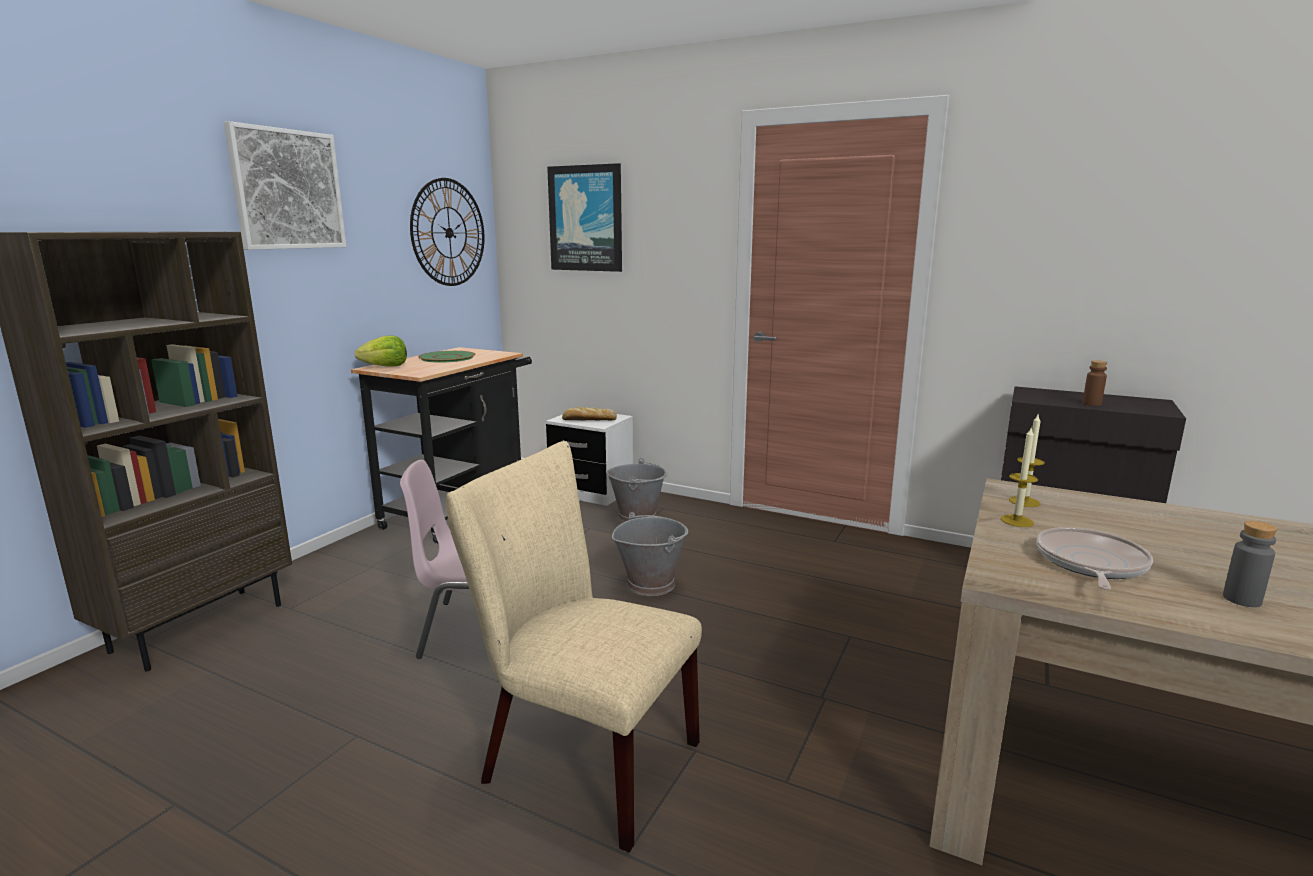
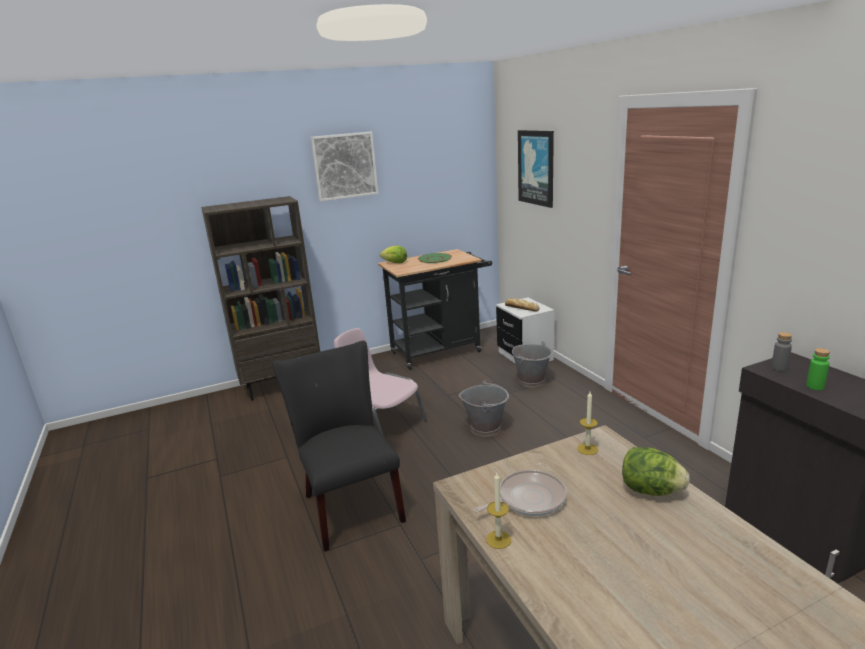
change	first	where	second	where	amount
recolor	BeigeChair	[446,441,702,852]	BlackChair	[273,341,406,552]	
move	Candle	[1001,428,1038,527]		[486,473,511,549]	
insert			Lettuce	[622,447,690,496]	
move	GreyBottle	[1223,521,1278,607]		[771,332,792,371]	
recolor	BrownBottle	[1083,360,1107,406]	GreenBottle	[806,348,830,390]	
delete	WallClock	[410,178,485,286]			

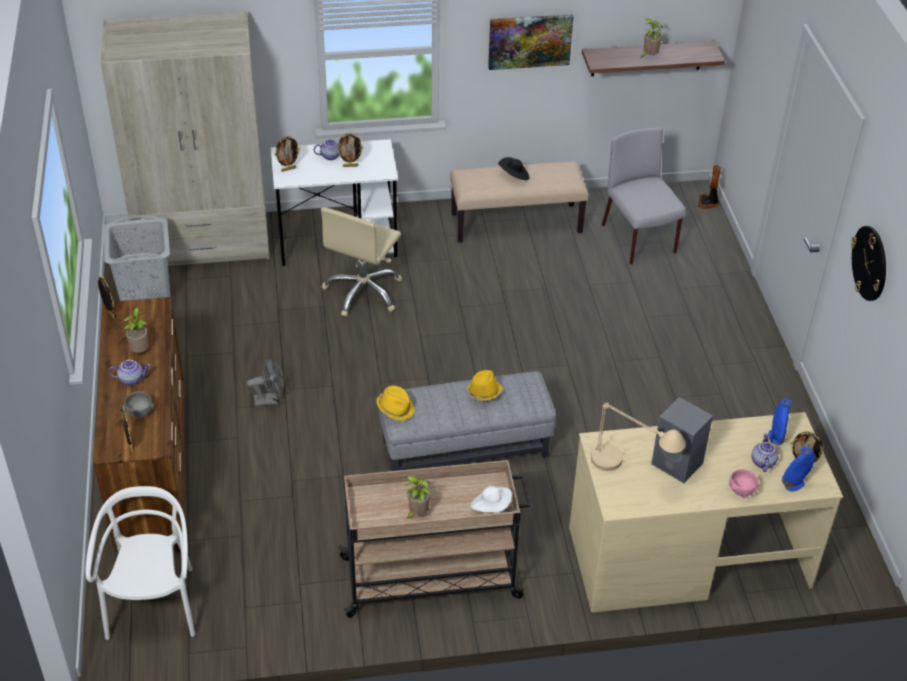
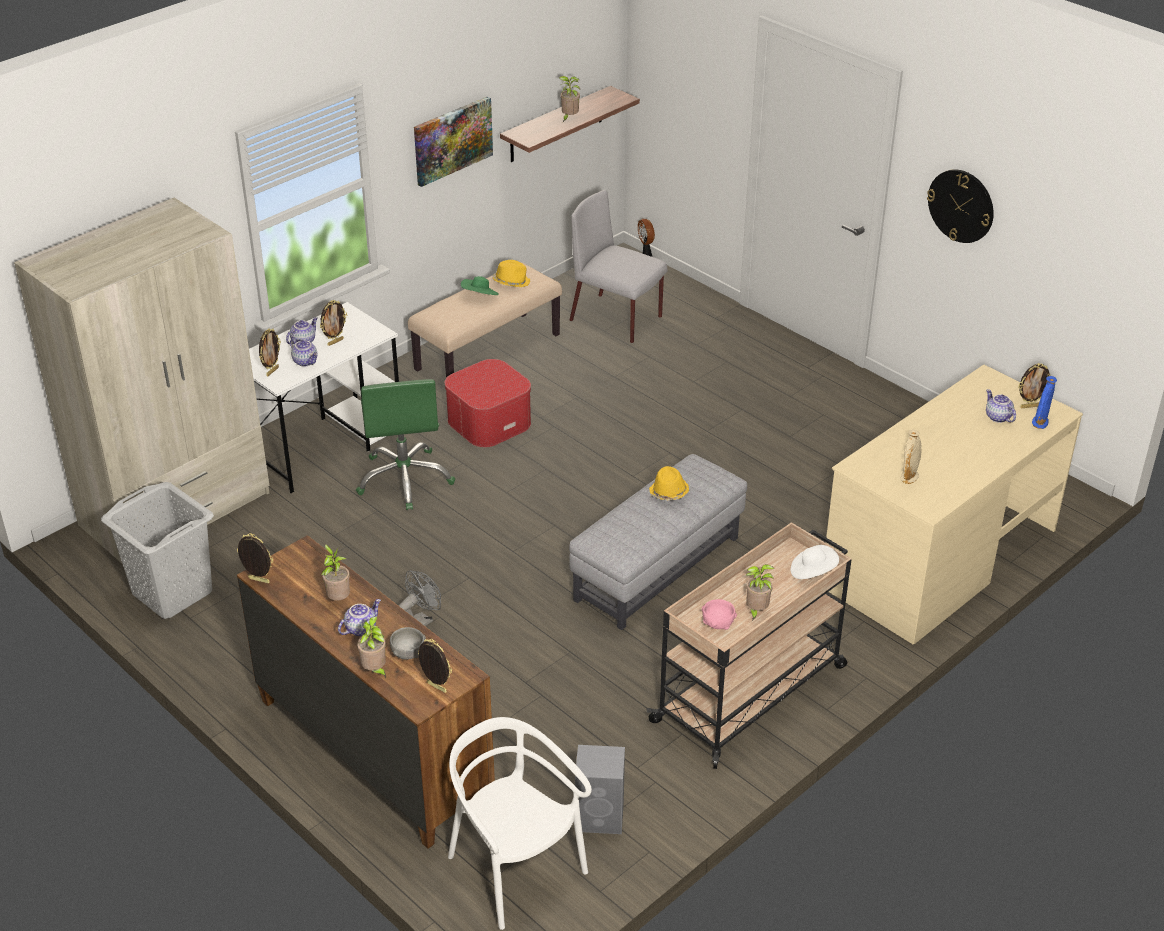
change	first	where	second	where	amount
insert			Teapot	[290,338,318,367]	
recolor	BeigeOfficeChair	[321,207,402,317]	GreenOfficeChair	[356,379,455,510]	
insert			PottedPlant	[357,617,386,679]	
insert			Ottoman	[445,359,531,447]	
recolor	BlackHat	[498,157,529,180]	GreenHat	[461,276,499,295]	
move	YellowHat	[376,386,415,421]		[493,260,530,287]	
move	GreySpeaker	[651,397,713,483]		[575,745,625,834]	
move	PinkBowl	[729,469,759,498]		[702,599,737,630]	
replace	BeigeTableLamp	[590,402,686,471]	BeigeVase	[901,430,921,484]	
delete	BlueVase	[768,399,792,445]			

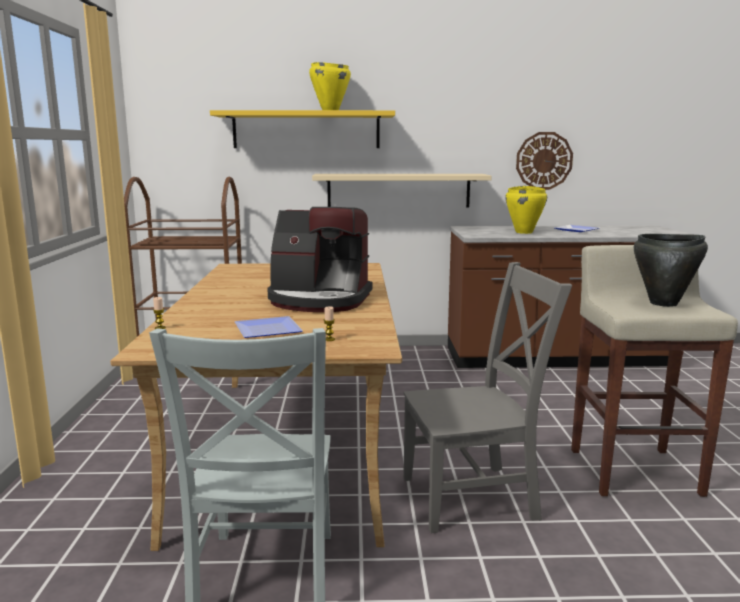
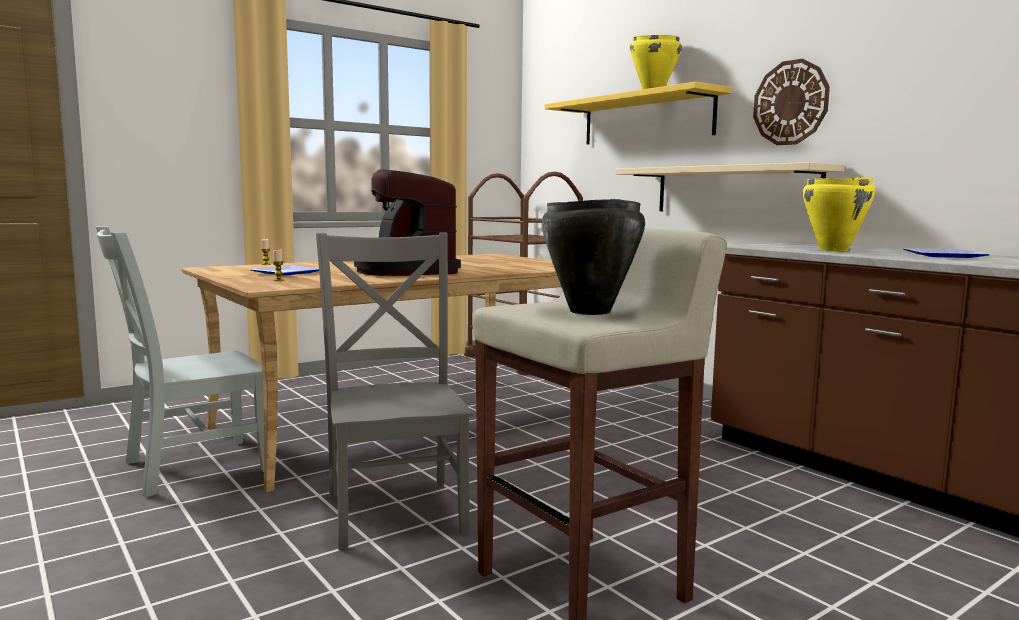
change	first	where	second	where	amount
rotate	GreyChair	[403,262,572,533]		[316,232,473,550]	150 degrees counterclockwise
move	WallClock	[516,132,573,190]		[753,59,830,145]	

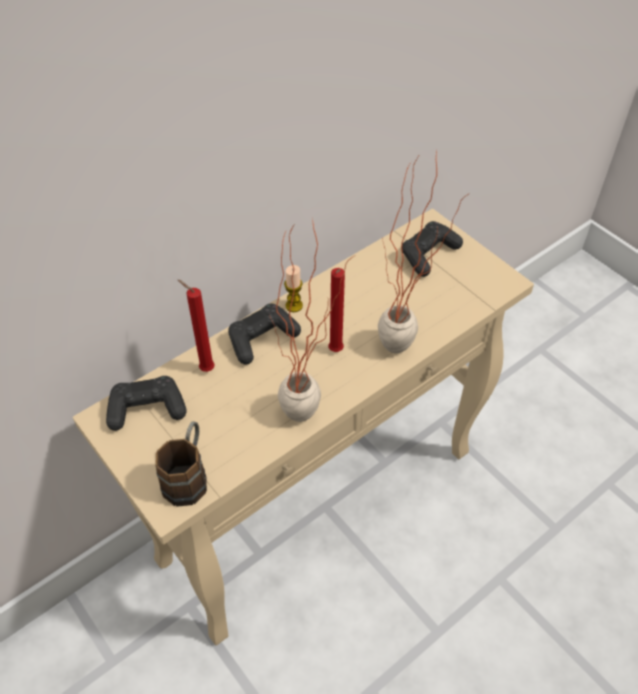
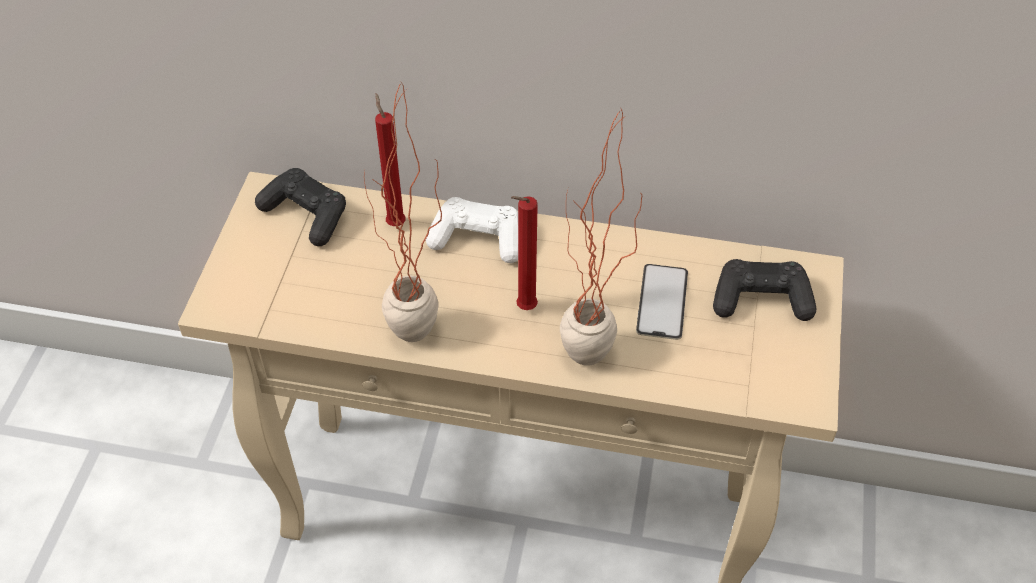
change	first	where	second	where	amount
recolor	BlackGameController	[228,304,301,364]	WhiteGameController	[426,197,518,263]	
insert			Phone	[636,264,688,340]	
delete	BrownMug	[156,421,207,507]			
delete	Candle	[284,265,303,312]			

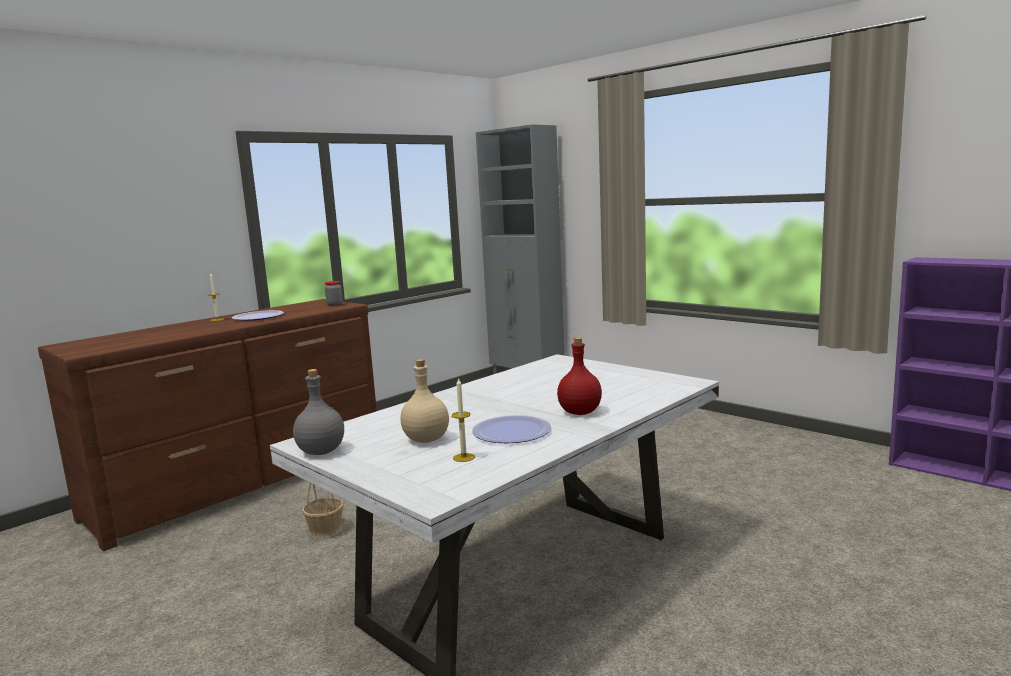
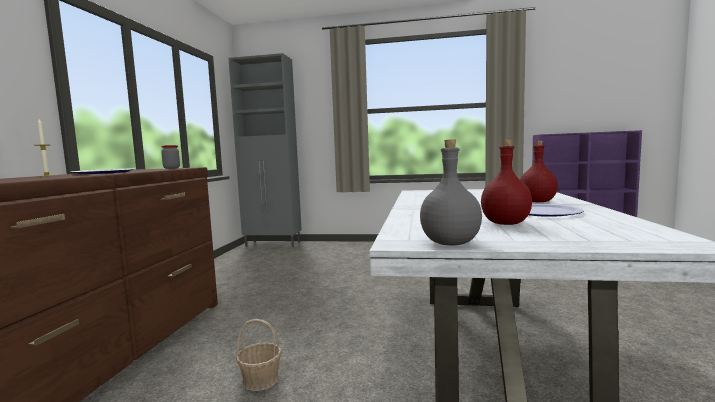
change	first	where	second	where	amount
recolor	BeigeBottle	[400,359,449,443]	RedBottle	[481,139,532,225]	
delete	Candle	[451,377,475,462]			

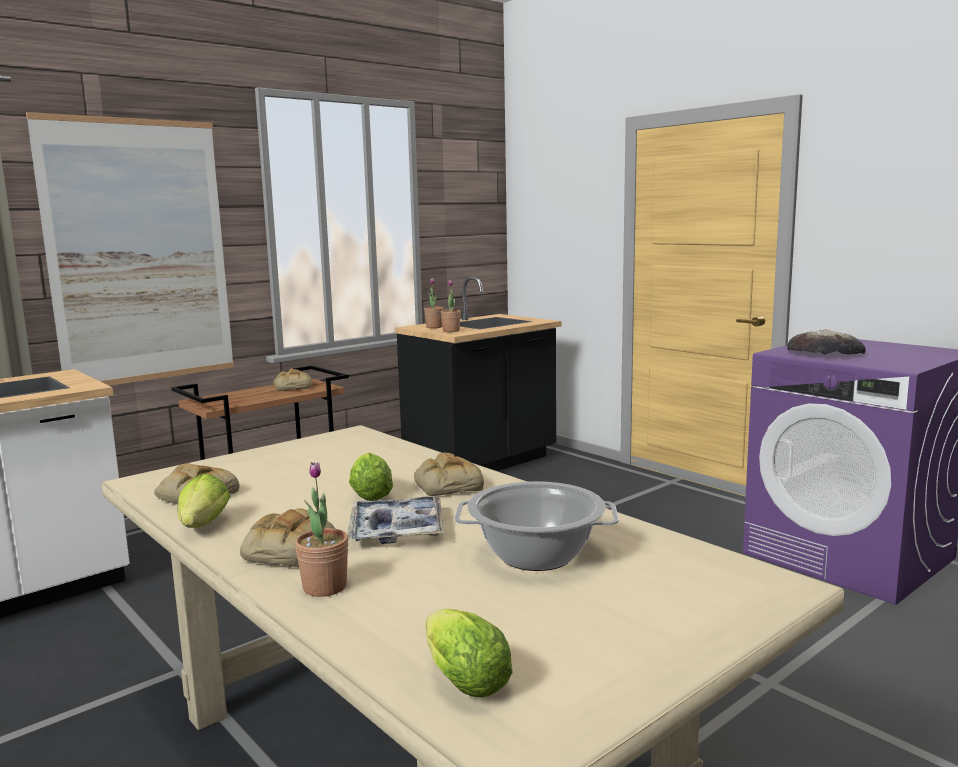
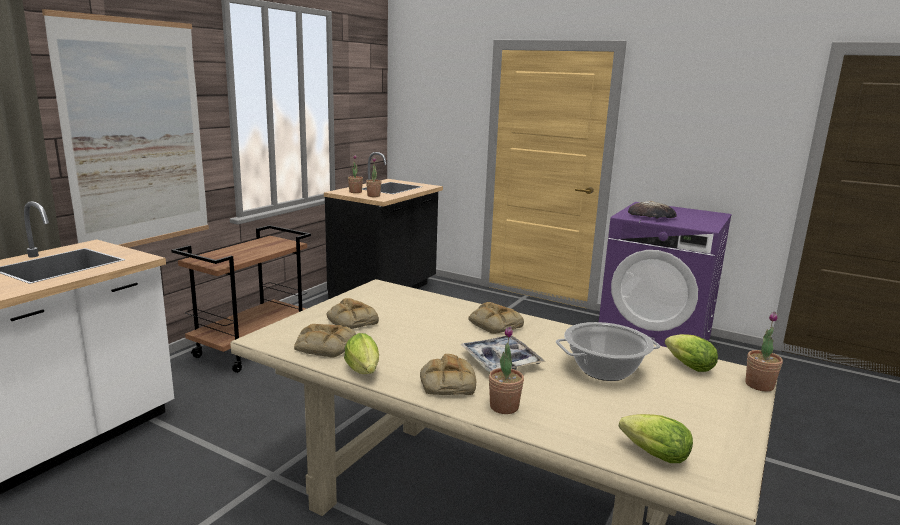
change	first	where	second	where	amount
move	Bread	[273,368,312,391]		[327,298,379,329]	
move	Lettuce	[349,453,393,501]		[665,334,718,372]	
insert			PottedPlant	[745,312,783,391]	

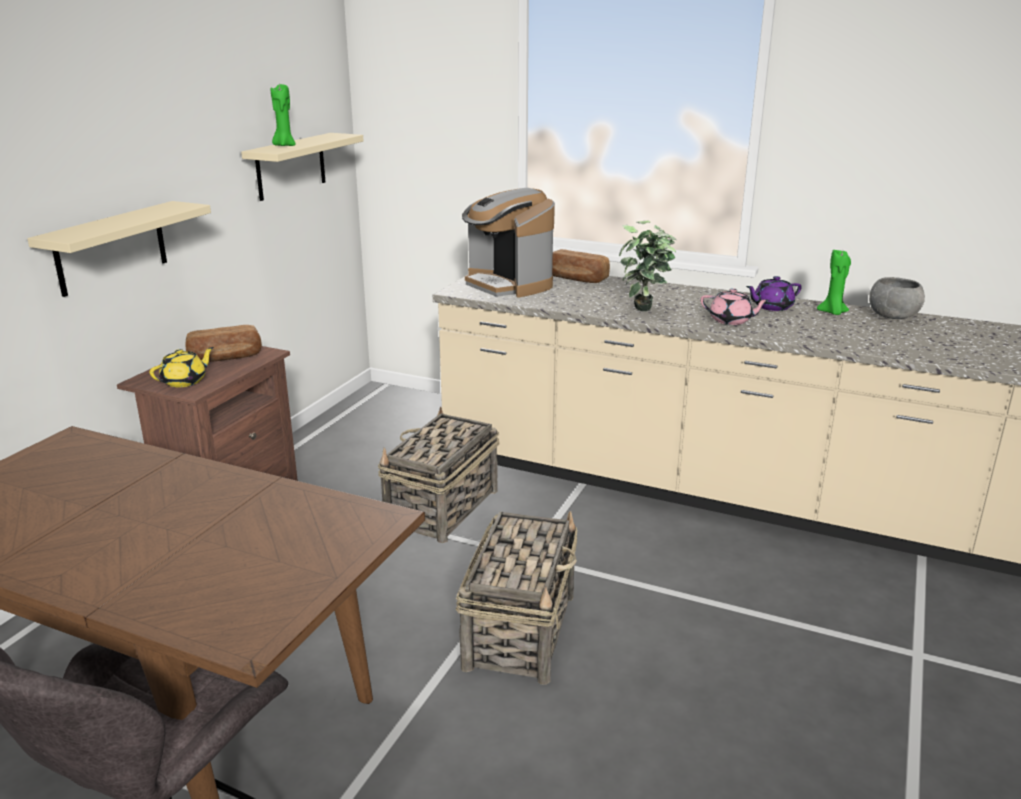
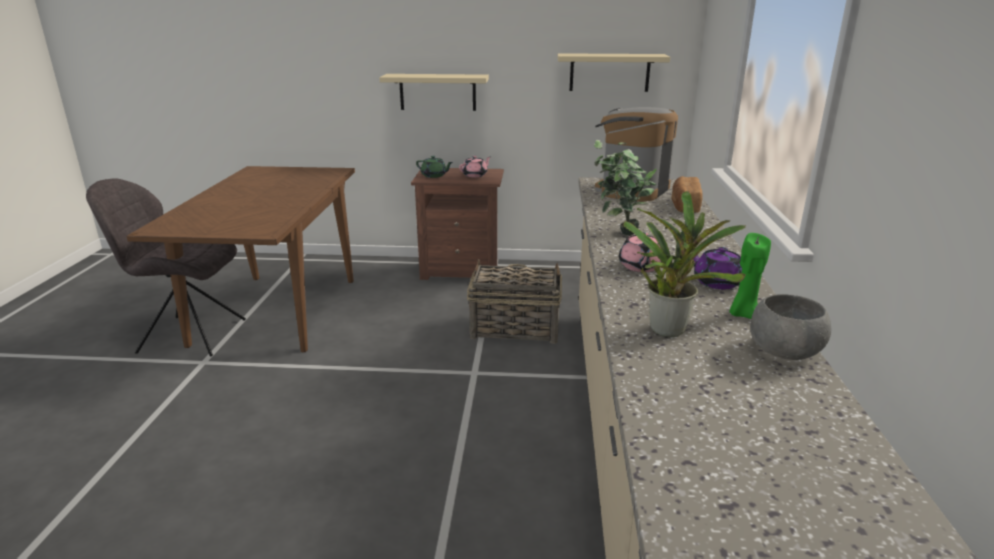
change	first	where	second	where	amount
recolor	YellowTeapot	[150,347,214,387]	GreenTeapot	[416,156,453,178]	
replace	Bread	[185,325,262,362]	PinkTeapot	[459,155,491,178]	
insert			PottedPlant	[623,191,746,337]	
delete	GreenCandle	[271,84,296,146]			
delete	Basket	[456,511,577,685]			

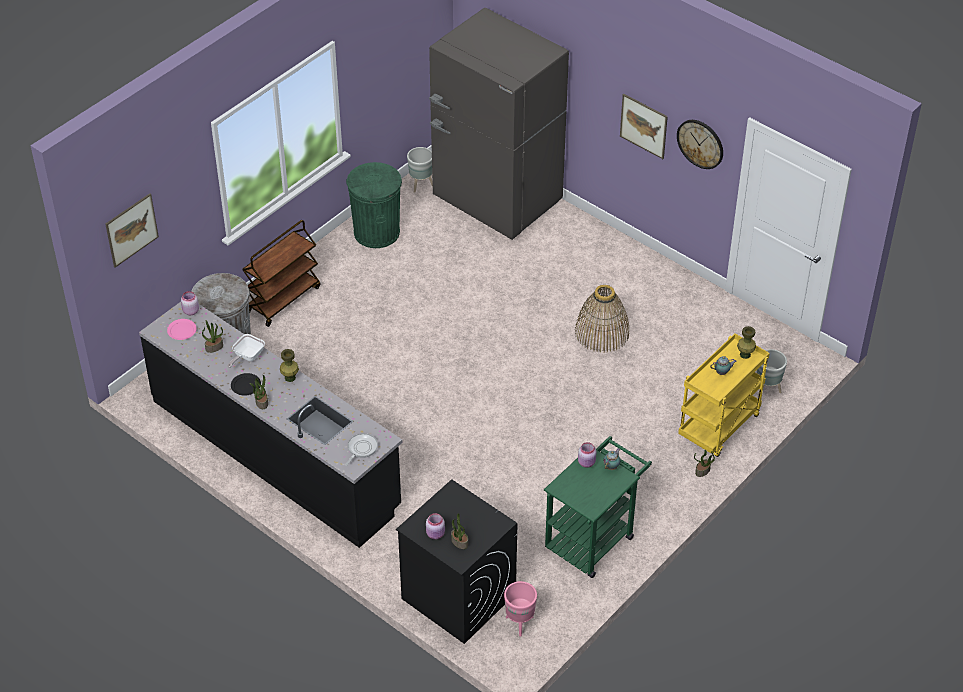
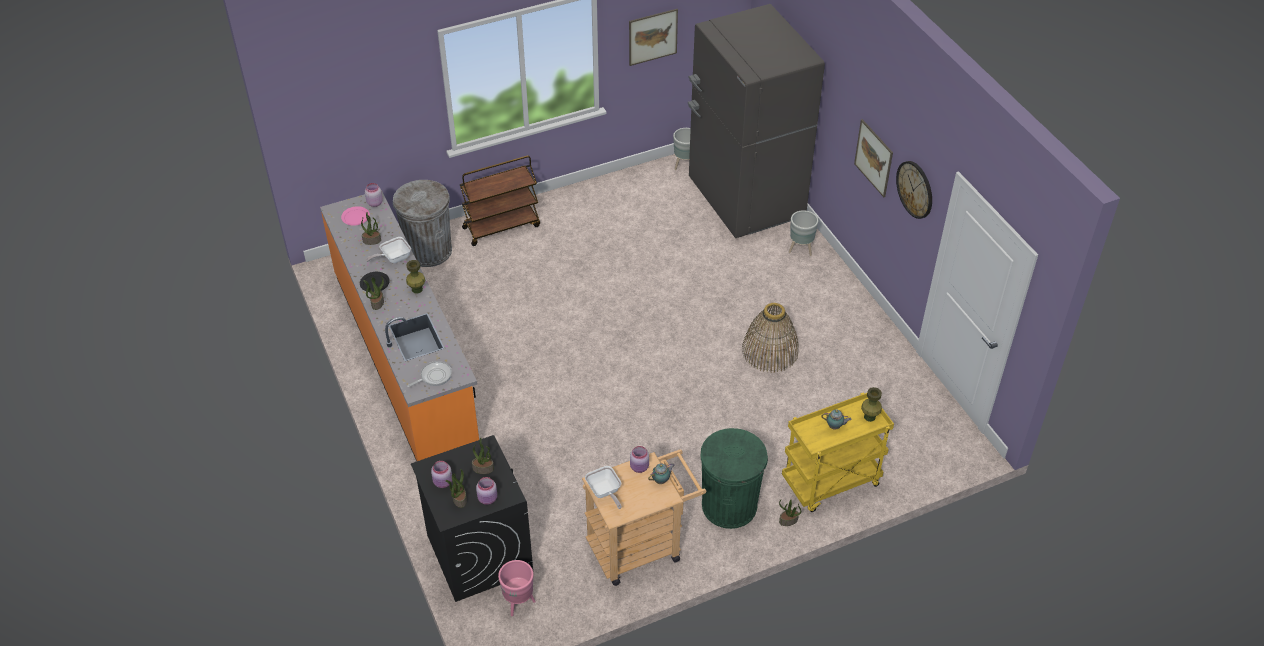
change	first	where	second	where	amount
recolor	BlackCounter	[139,302,402,548]	OrangeCounter	[320,190,479,461]	
insert			PottedPlant	[472,438,494,474]	
insert			PinkJar	[476,477,497,505]	
recolor	GreenCart	[544,436,652,578]	BeigeCart	[582,449,706,586]	
insert			FryingPan	[585,466,622,509]	
move	Picture	[105,193,159,268]		[629,9,678,66]	
move	GreenTrashCan	[346,162,402,248]		[701,428,768,529]	
move	GreyPlanter	[757,349,787,397]		[789,210,818,256]	

